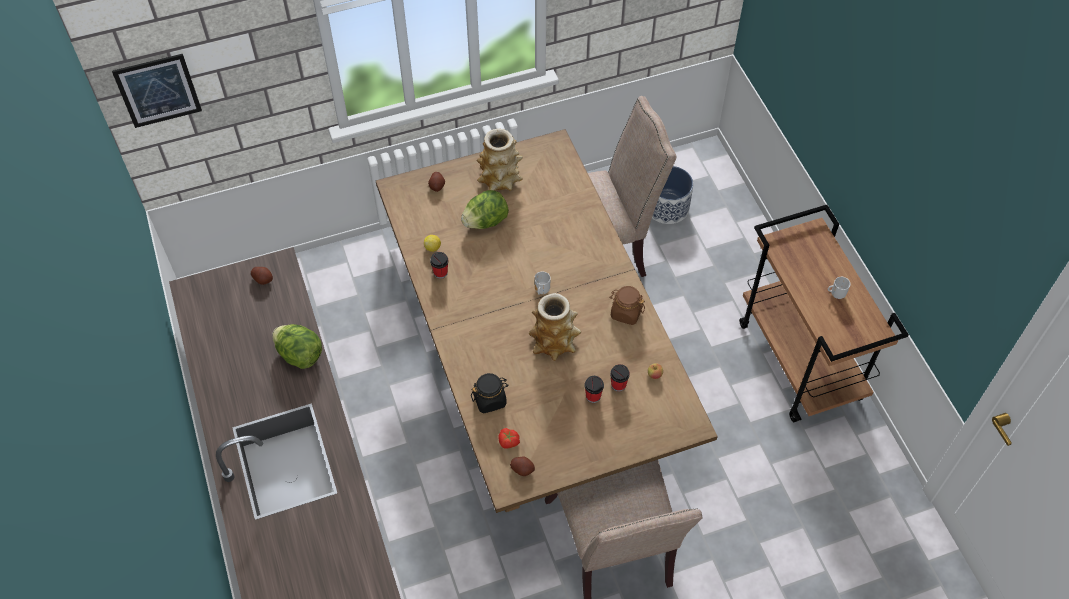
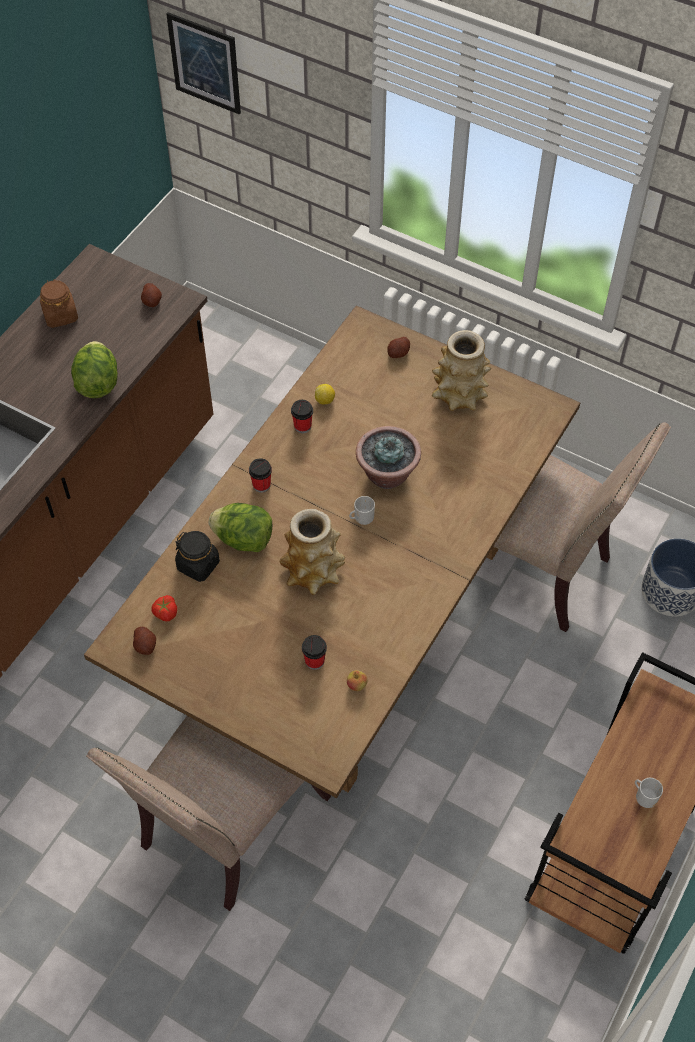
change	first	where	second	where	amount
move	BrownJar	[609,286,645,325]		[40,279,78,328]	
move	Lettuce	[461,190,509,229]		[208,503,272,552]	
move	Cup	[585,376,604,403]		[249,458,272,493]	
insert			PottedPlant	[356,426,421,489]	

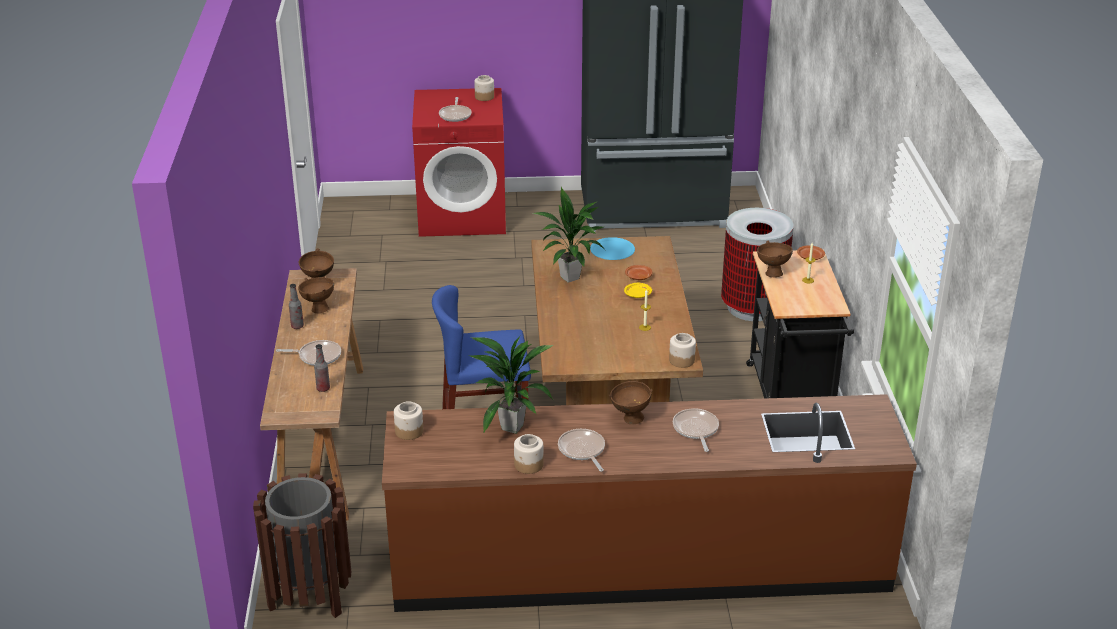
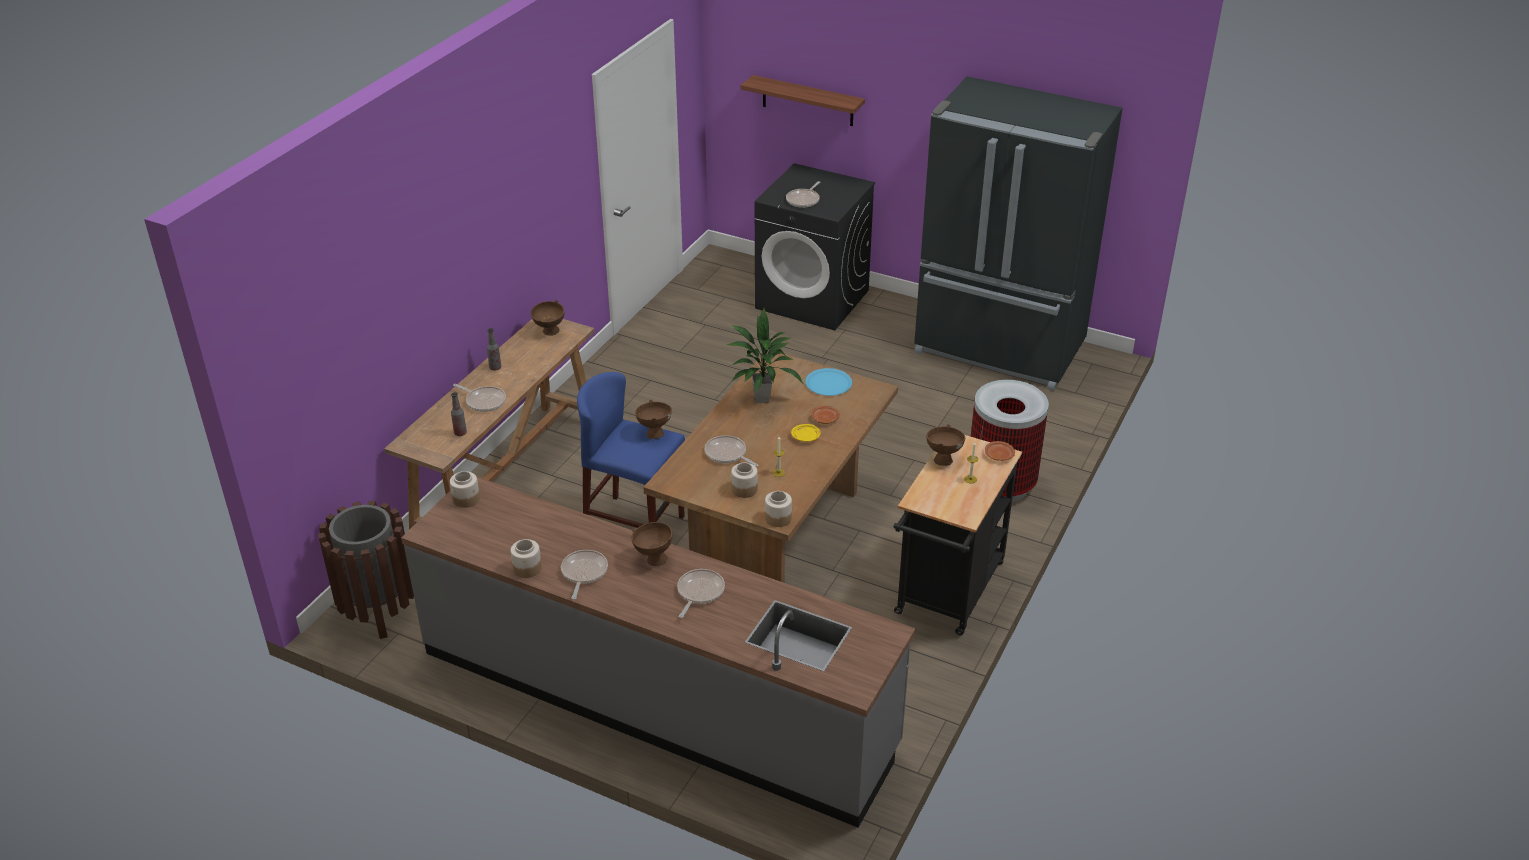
change	first	where	second	where	amount
recolor	BrownCounter	[382,394,917,612]	GreyCounter	[401,476,916,828]	
move	BrownBowl	[298,277,334,314]		[635,400,672,439]	
insert			FryingPan	[705,435,758,467]	
move	Jar	[474,75,494,101]		[731,462,758,498]	
insert			Shelf	[741,75,865,126]	
recolor	RedWashingMachine	[412,88,506,237]	BlackWashingMachine	[755,163,875,330]	
delete	PottedPlant	[469,336,553,434]			

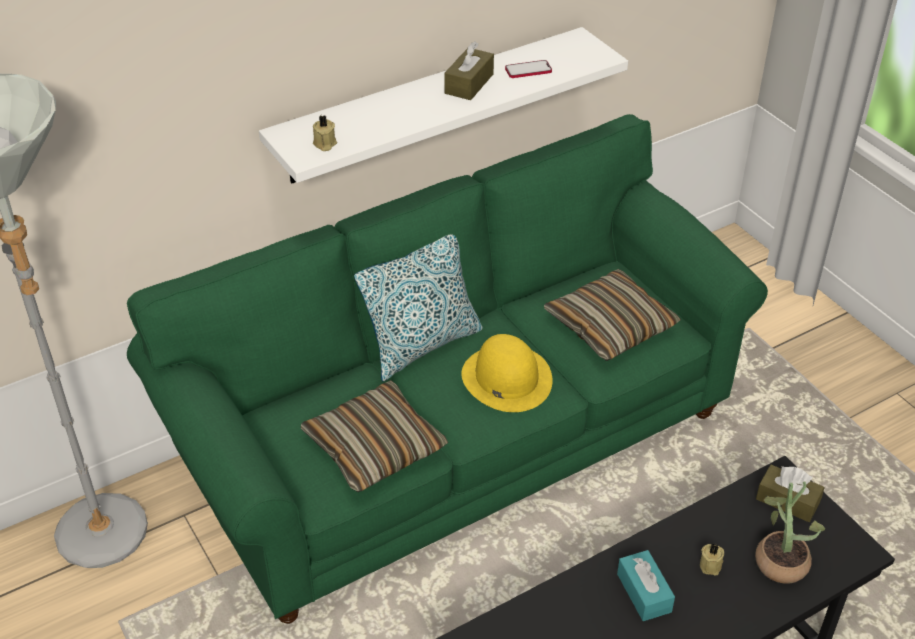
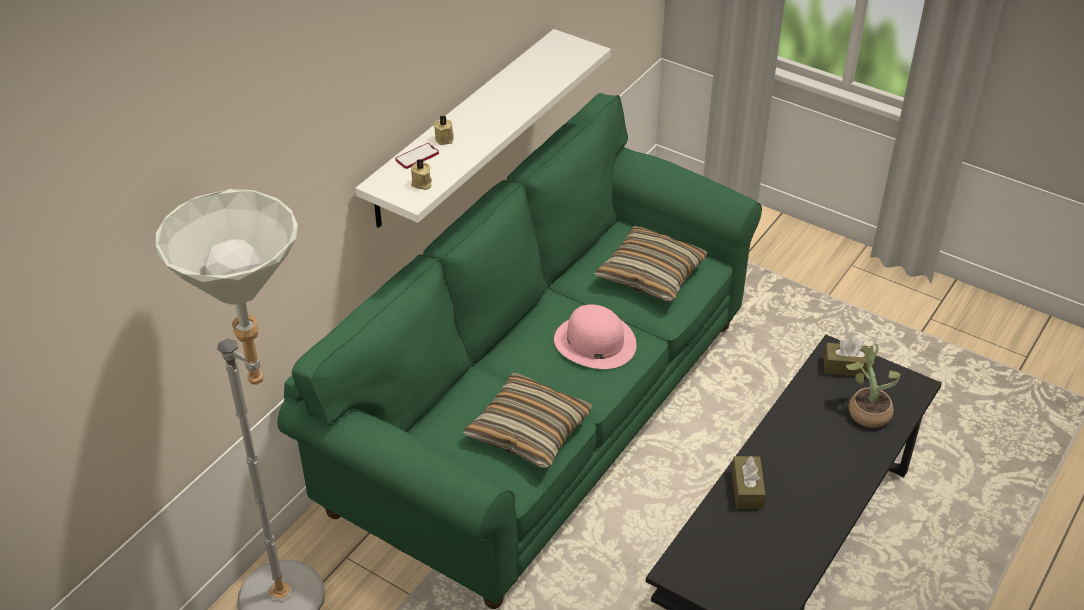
change	first	where	second	where	amount
move	Phone	[505,60,552,78]		[395,143,439,169]	
move	BeigeCandle	[700,544,724,576]		[434,116,454,145]	
recolor	YellowHat	[461,334,553,412]	PinkHat	[554,304,637,369]	
move	BrownTissueBox	[444,41,494,100]		[732,456,766,509]	
delete	Pillow	[354,235,483,381]			
delete	TurquoiseTissueBox	[617,550,675,621]			

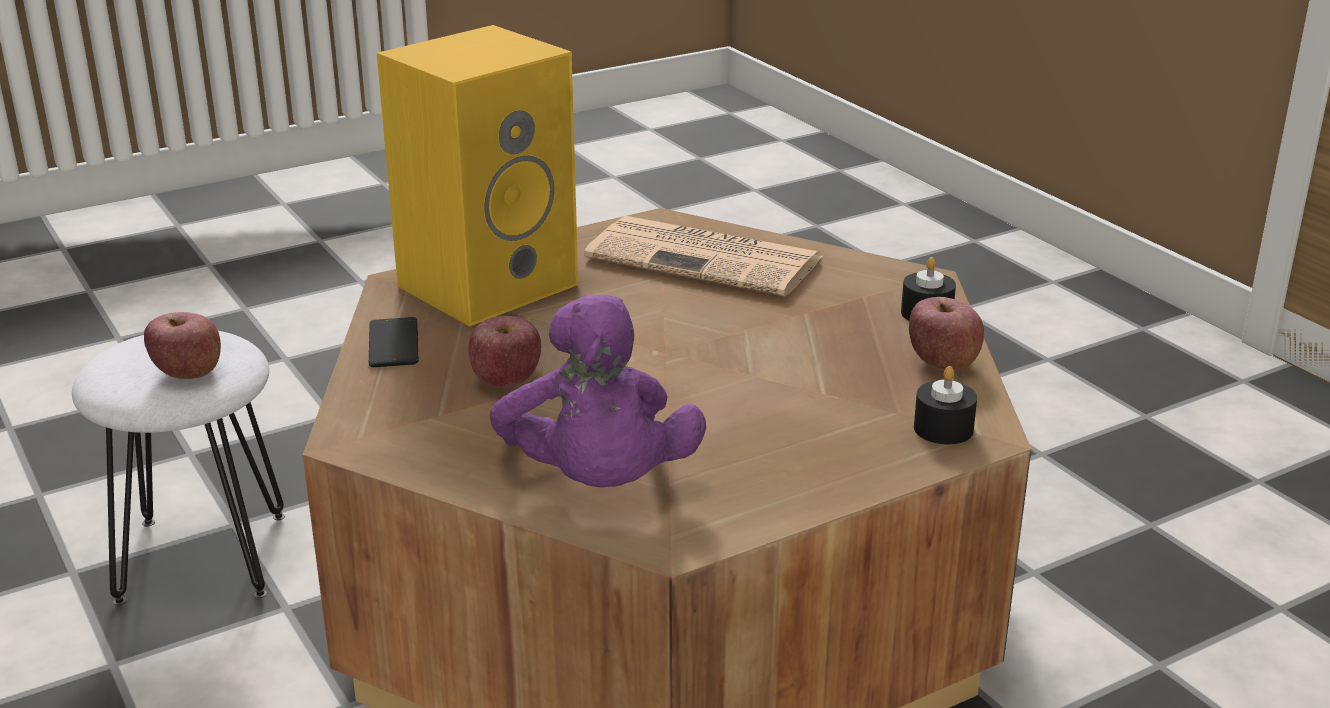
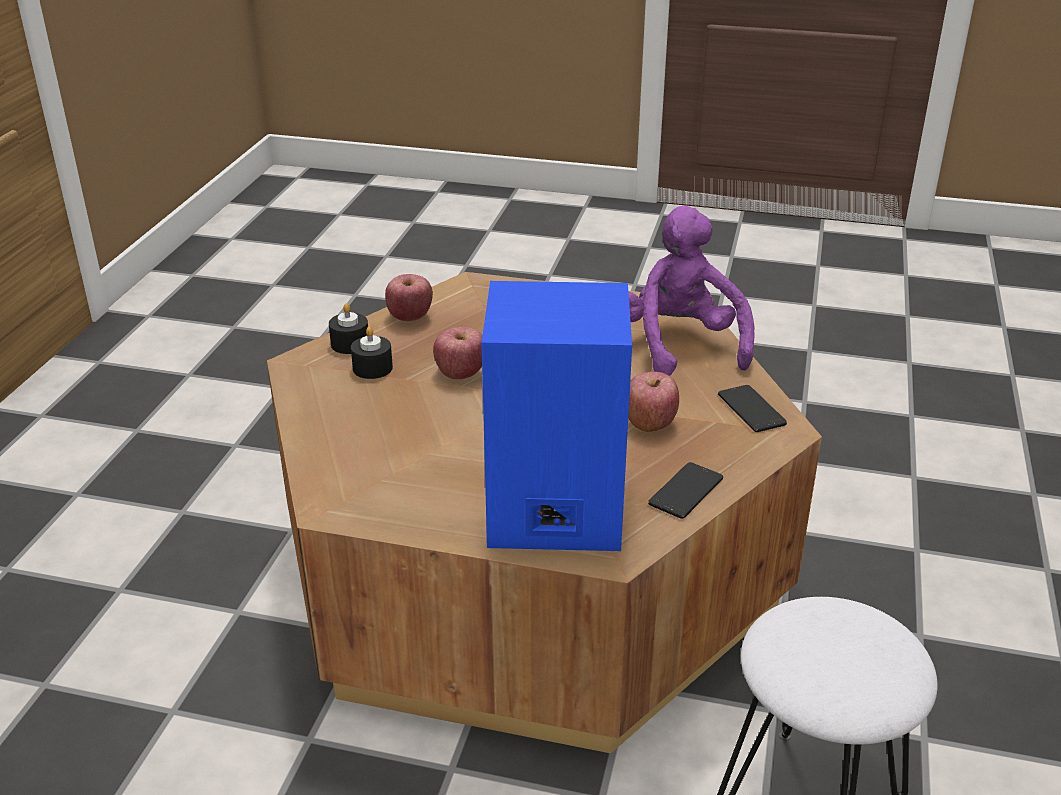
change	first	where	second	where	amount
move	BlackCandle	[914,366,977,445]		[351,327,393,379]	
move	Apple	[144,312,221,379]		[433,327,483,379]	
recolor	YellowSpeaker	[377,25,578,327]	BlueSpeaker	[482,281,632,551]	
rotate	PurplePlushToy	[490,294,706,487]		[628,206,755,376]	45 degrees counterclockwise
insert			Phone	[718,385,787,432]	
delete	Newspaper	[584,216,823,296]			

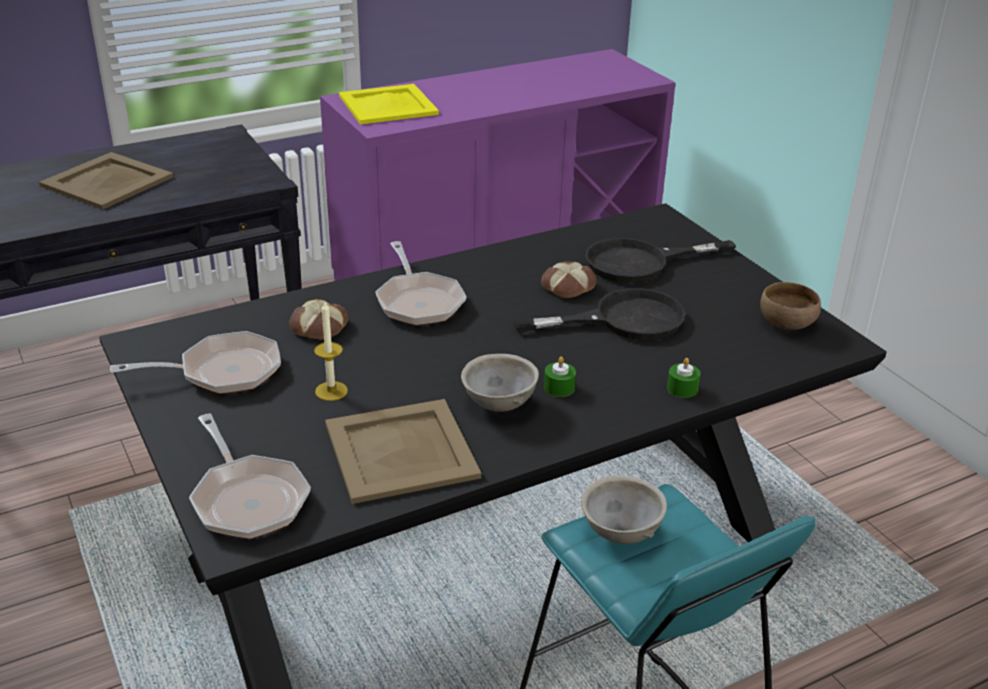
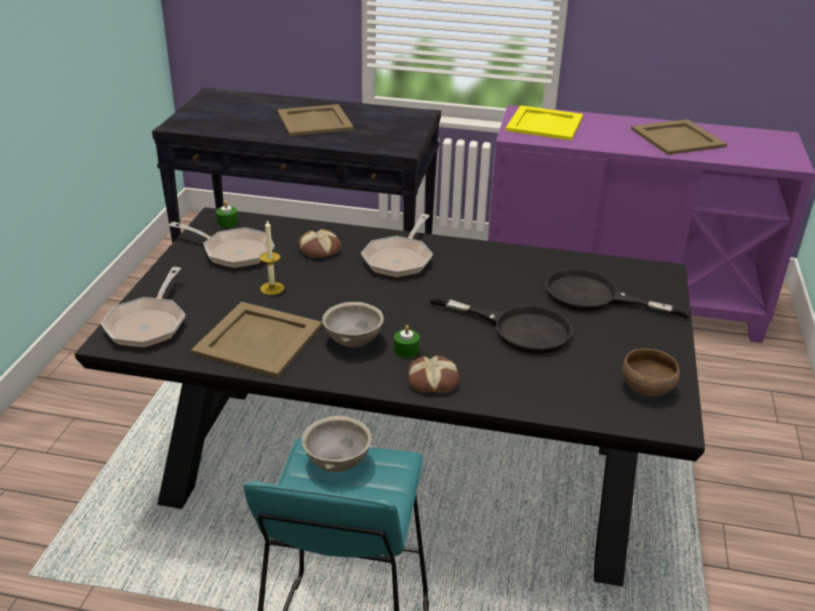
change	first	where	second	where	amount
move	GreenCandle	[667,358,701,398]		[216,201,238,228]	
move	Bread	[541,262,596,298]		[408,355,459,393]	
insert			BeigeTray	[631,119,727,155]	

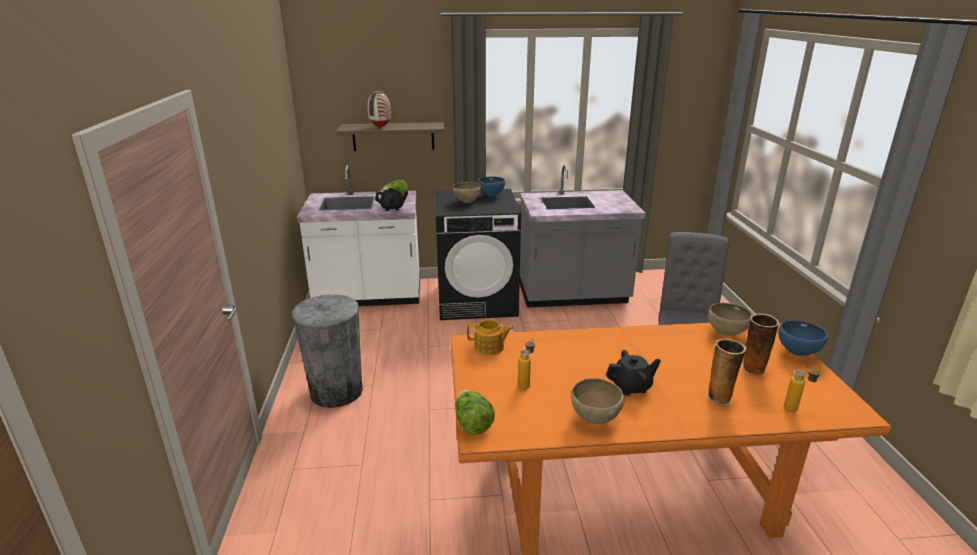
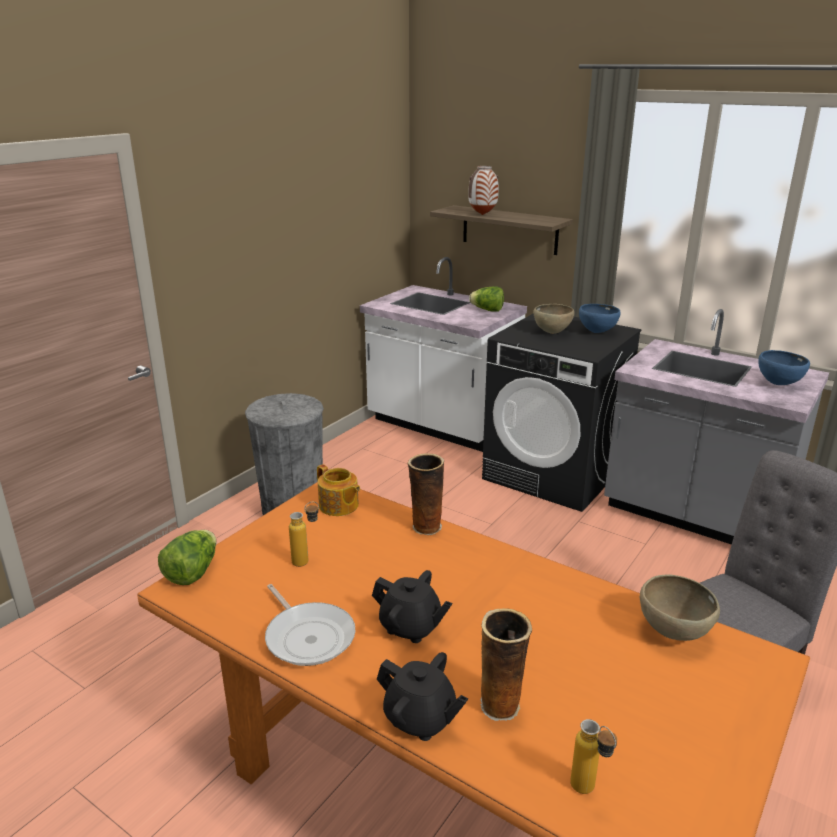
change	first	where	second	where	amount
replace	BrownBowl	[571,378,624,424]	FryingPan	[265,584,355,666]	
move	BlackTeapot	[375,188,408,211]		[377,652,468,741]	
move	Vase	[742,314,779,375]		[407,453,444,535]	
move	BlueBowl	[778,320,828,356]		[758,350,810,385]	

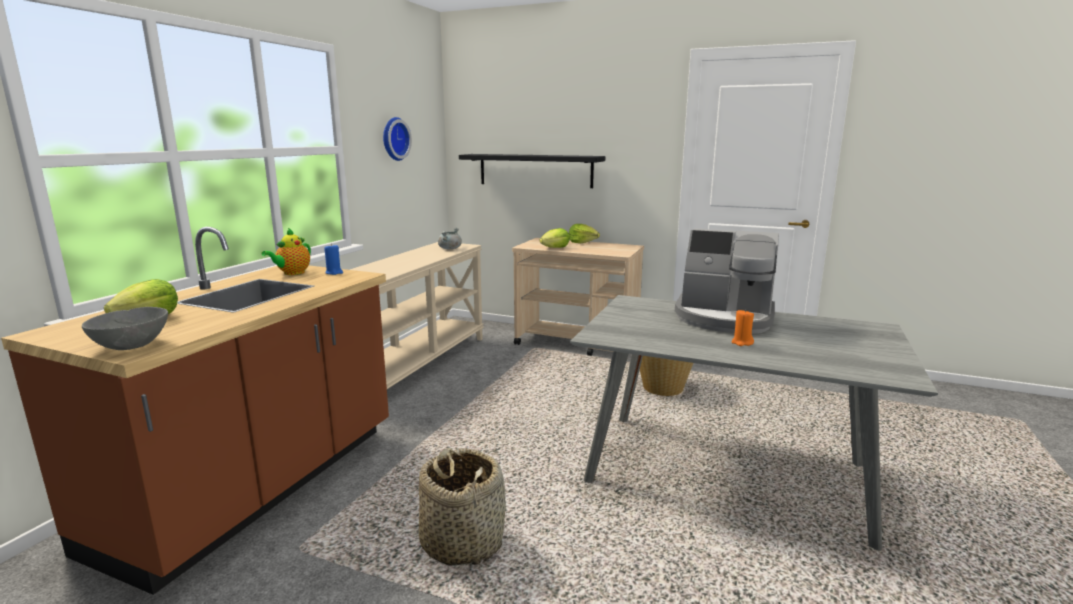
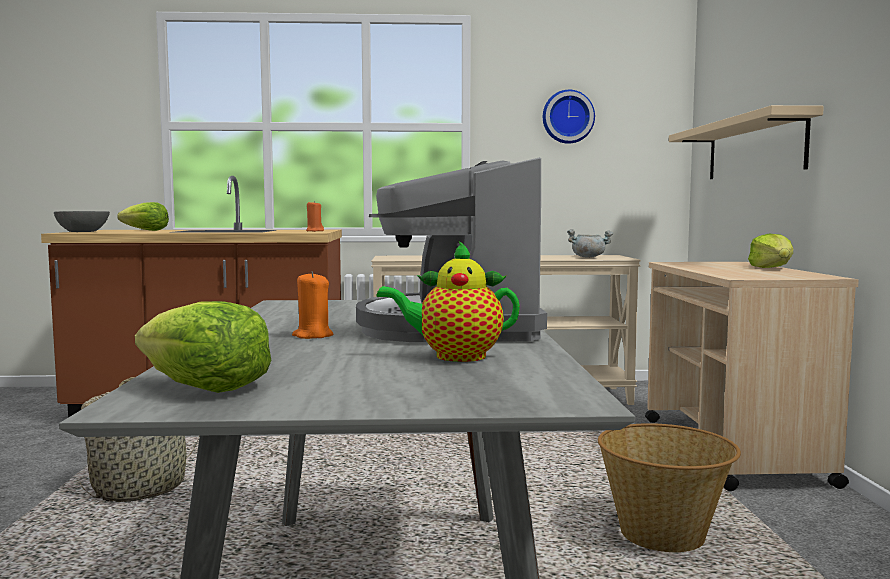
change	first	where	second	where	amount
move	Lettuce	[540,228,570,248]		[135,301,271,393]	
recolor	BlueCandle	[324,243,343,275]	OrangeCandle	[306,201,324,232]	
move	Teapot	[262,228,311,275]		[376,241,520,362]	
recolor	BlackShelf	[459,154,605,188]	BeigeShelf	[669,105,824,179]	

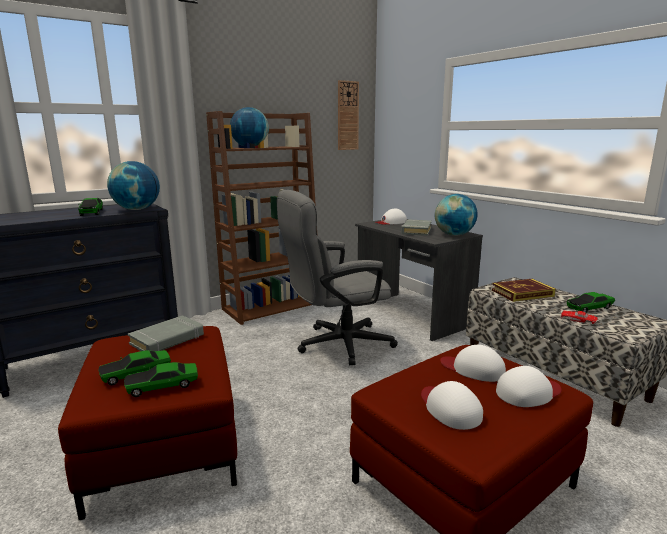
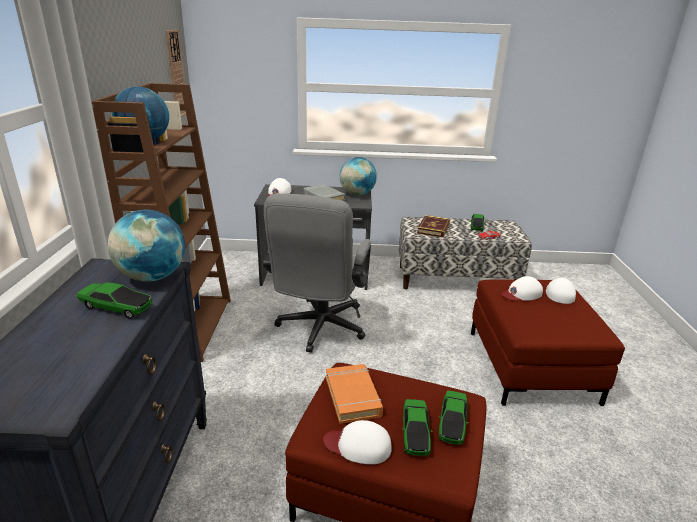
change	first	where	second	where	amount
move	WhiteCap	[421,381,483,430]		[323,420,392,464]	
recolor	GreyBook	[128,315,204,351]	OrangeBook	[326,364,383,424]	

